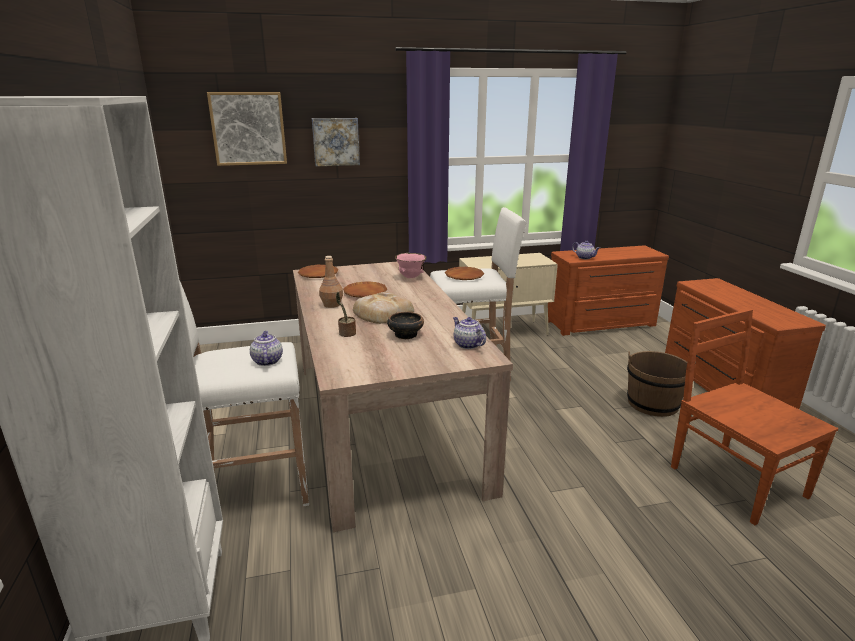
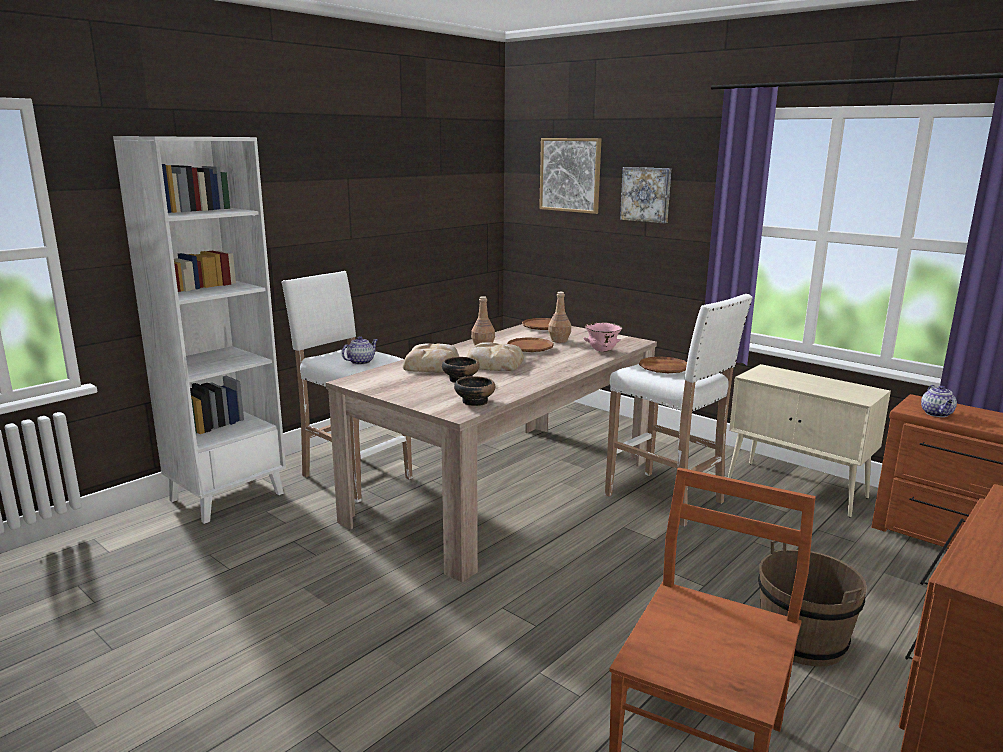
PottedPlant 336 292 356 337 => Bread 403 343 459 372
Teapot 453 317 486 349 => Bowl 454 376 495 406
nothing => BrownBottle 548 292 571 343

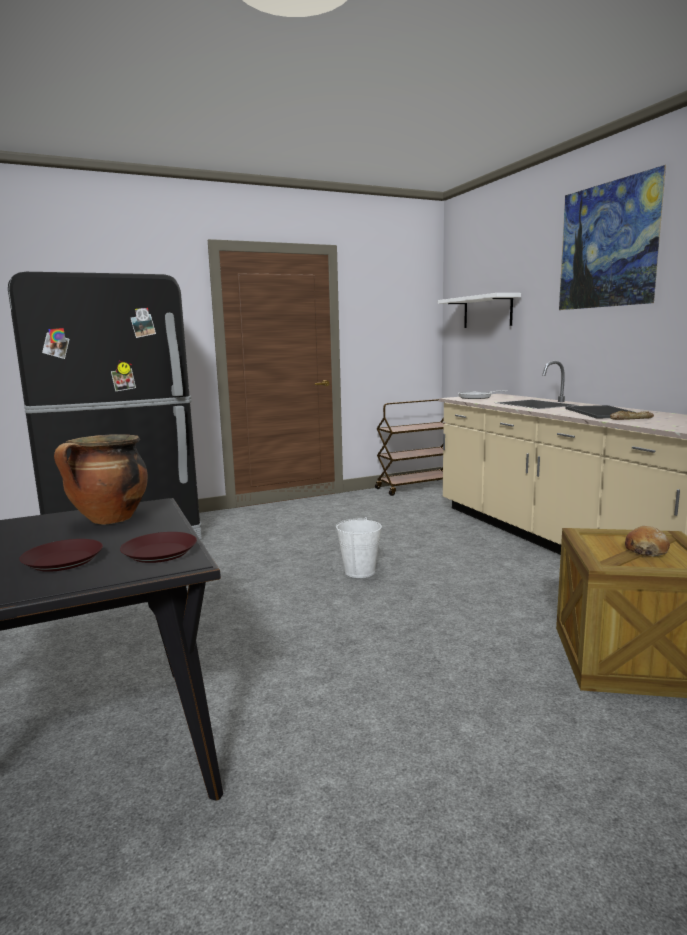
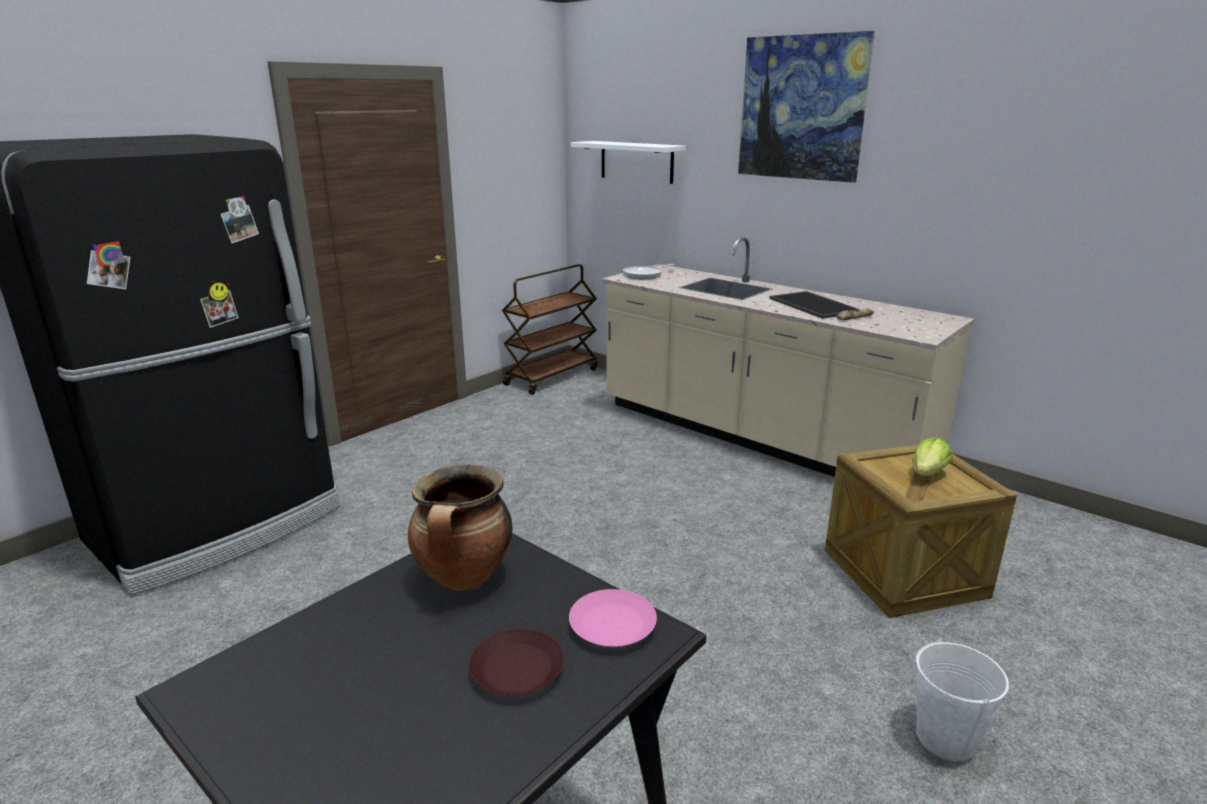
WhiteBucket 336 517 382 578 => WhiteBucket 916 638 1009 761, shifted
Bread 625 526 670 556 => Lettuce 912 437 953 476
BrownPlate 120 532 197 563 => PinkPlate 569 589 657 647

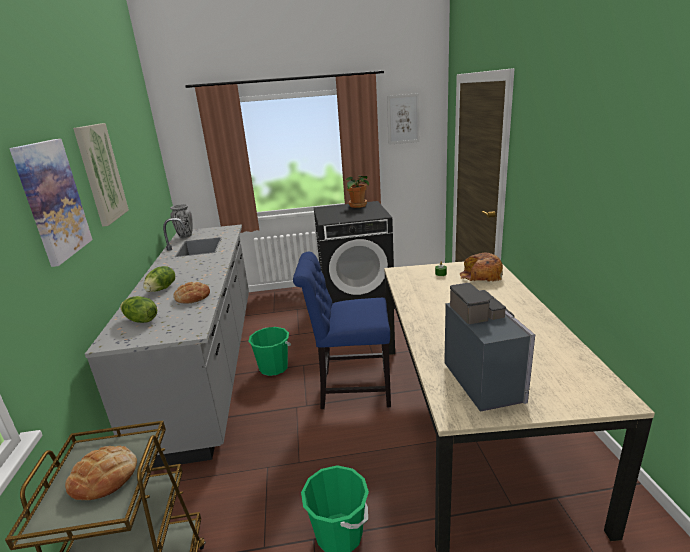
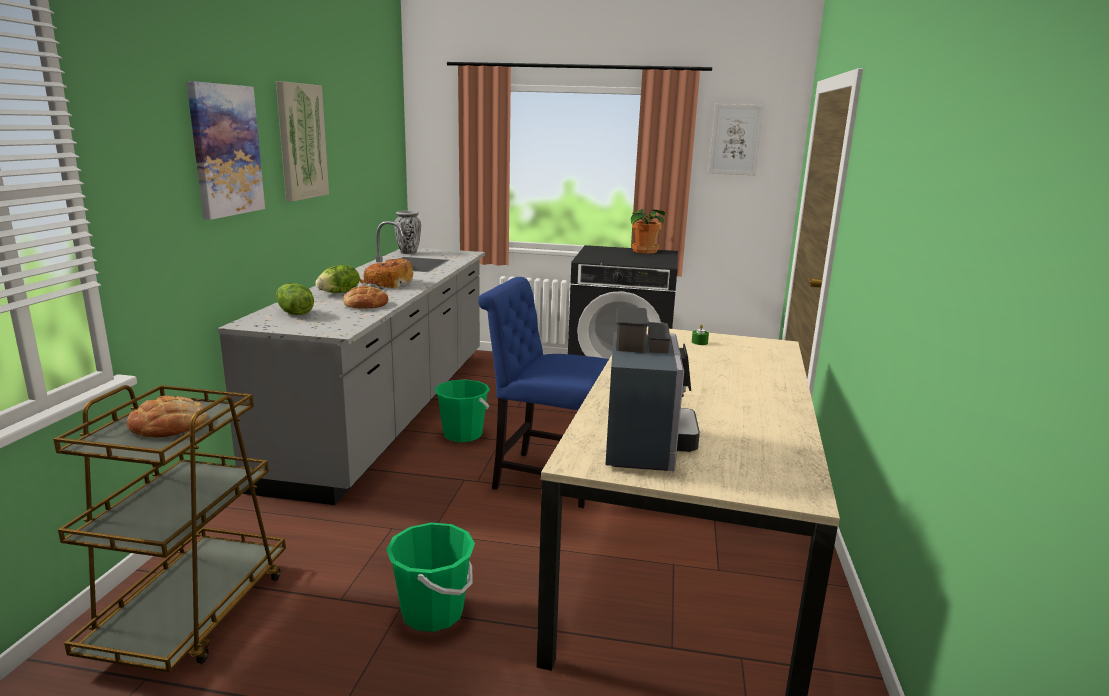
Bread 459 253 503 282 => Bread 359 258 413 288, shifted

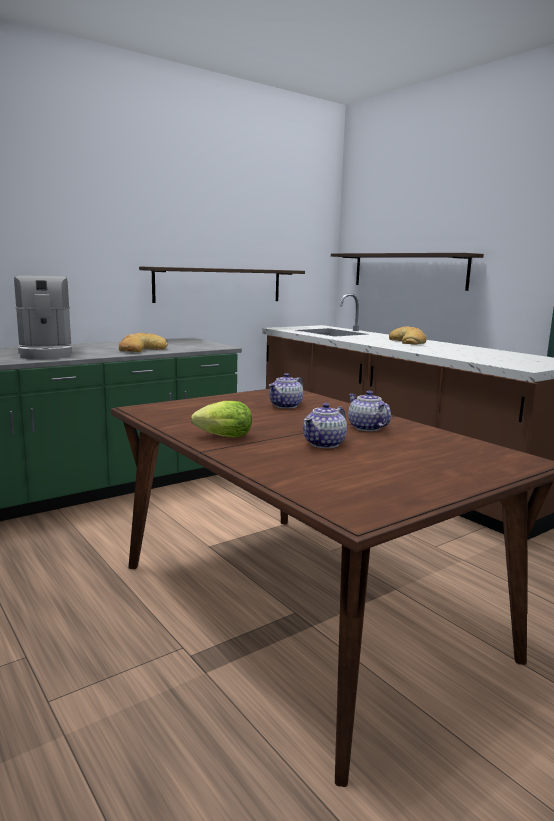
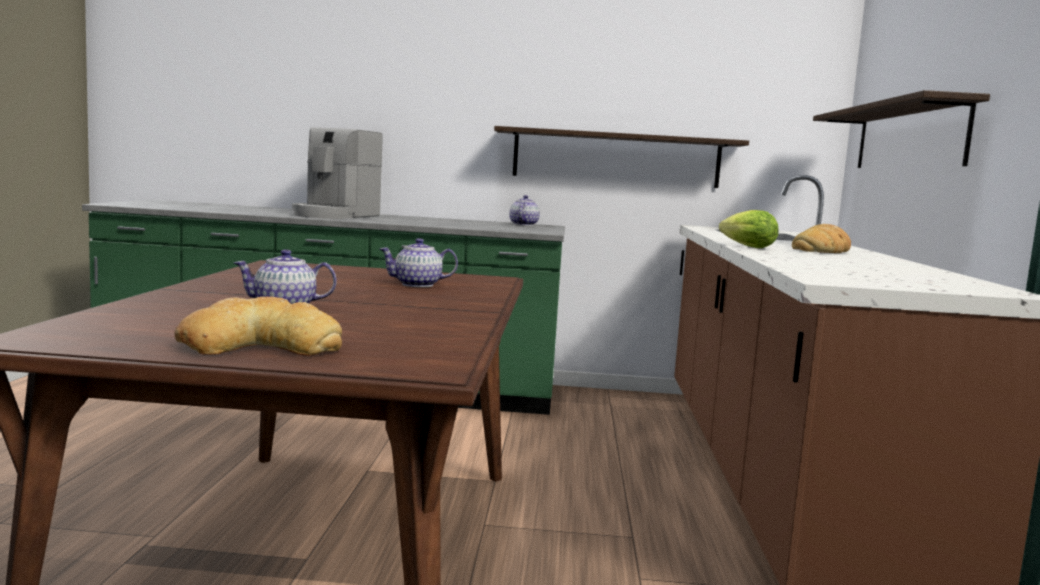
Bread 119 333 168 352 => Bread 174 296 342 356, shifted
Teapot 348 391 391 431 => Teapot 509 195 540 226, shifted
Lettuce 191 401 252 438 => Lettuce 719 210 778 248, shifted

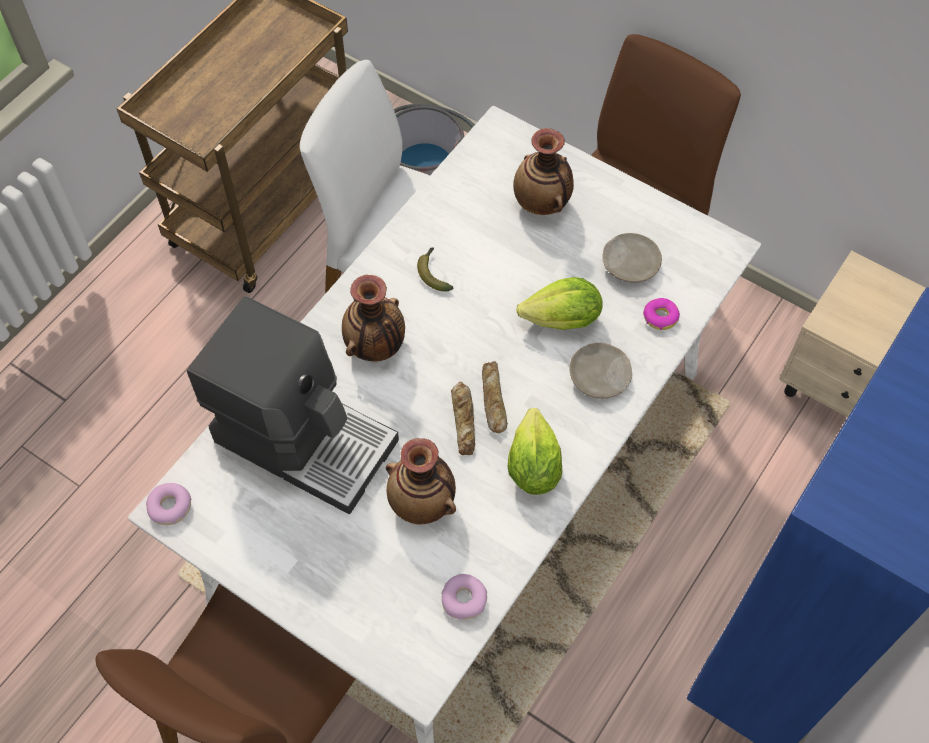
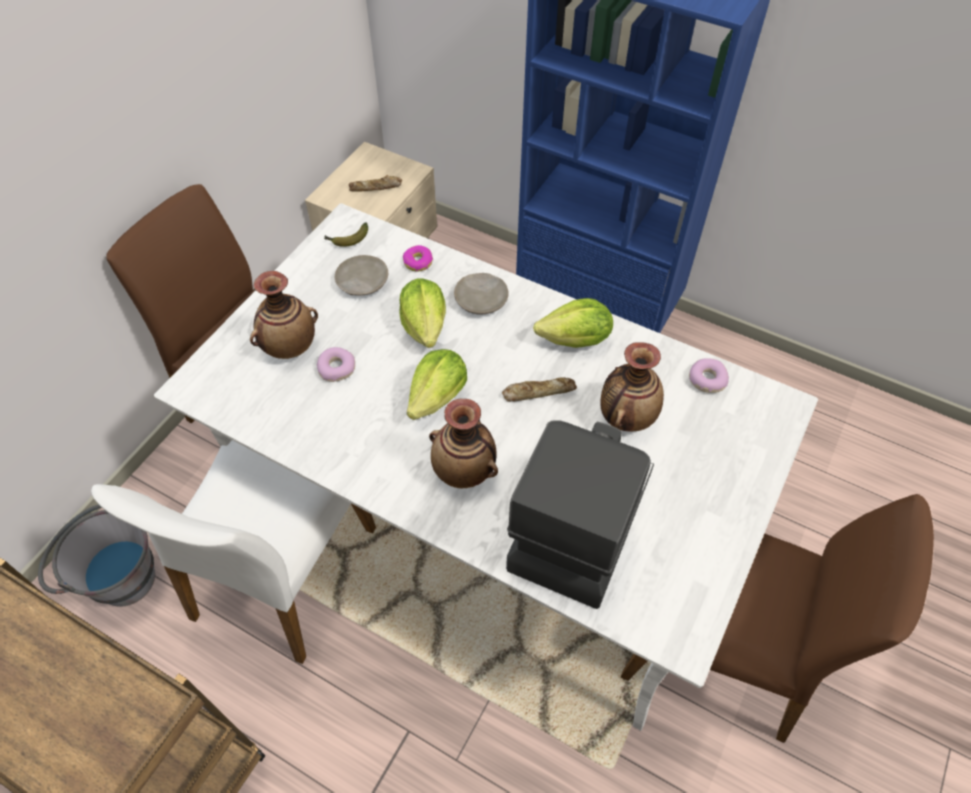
Banana 417 248 453 292 => Banana 324 222 368 247, shifted
Bread 482 361 508 433 => Bread 349 175 402 192, shifted
Donut 146 483 191 525 => Donut 317 347 355 382, shifted
nothing => Lettuce 407 349 467 420

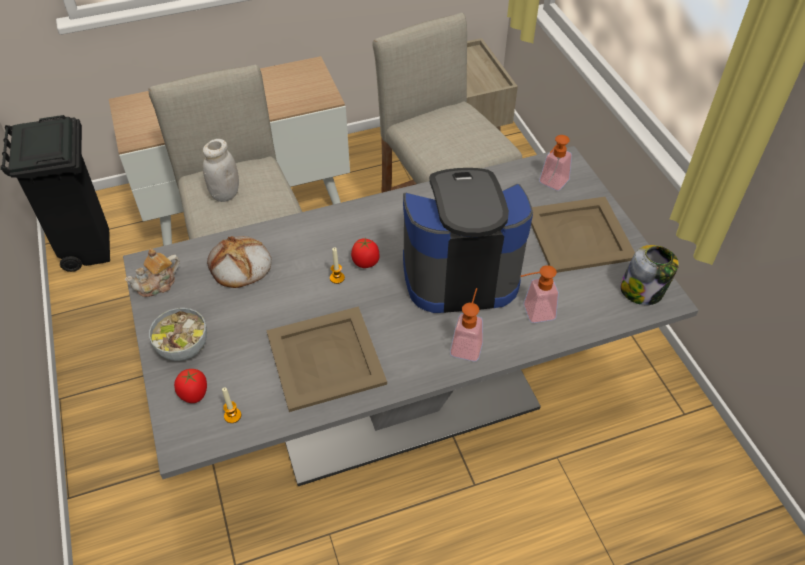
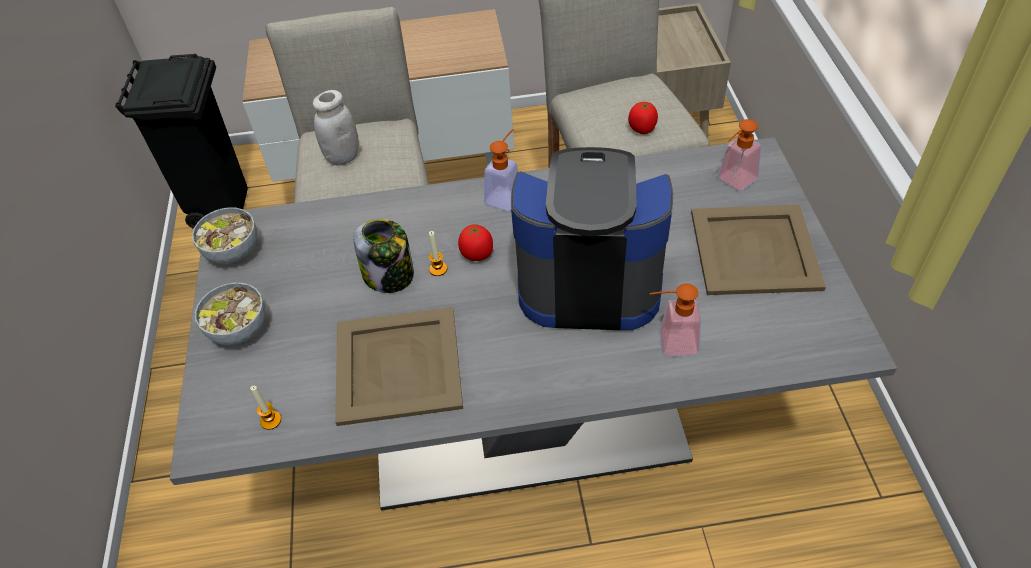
Bread 207 236 272 288 => nothing
Jar 620 245 679 305 => Jar 353 219 414 293, shifted
Teapot 125 249 180 297 => Bowl 192 207 257 265
SoapDispenser 450 288 483 362 => SoapDispenser 484 129 518 211, shifted
Tomato 174 369 207 403 => Tomato 628 102 658 134, shifted

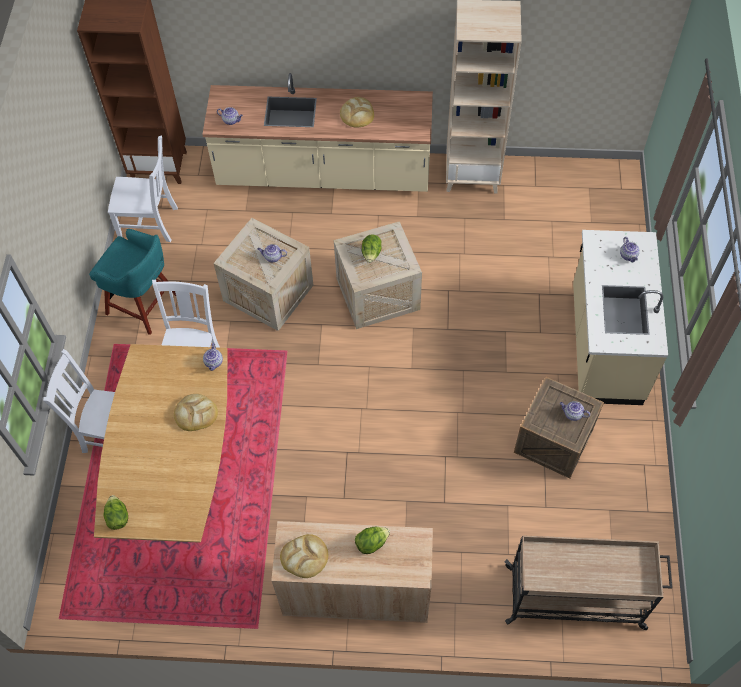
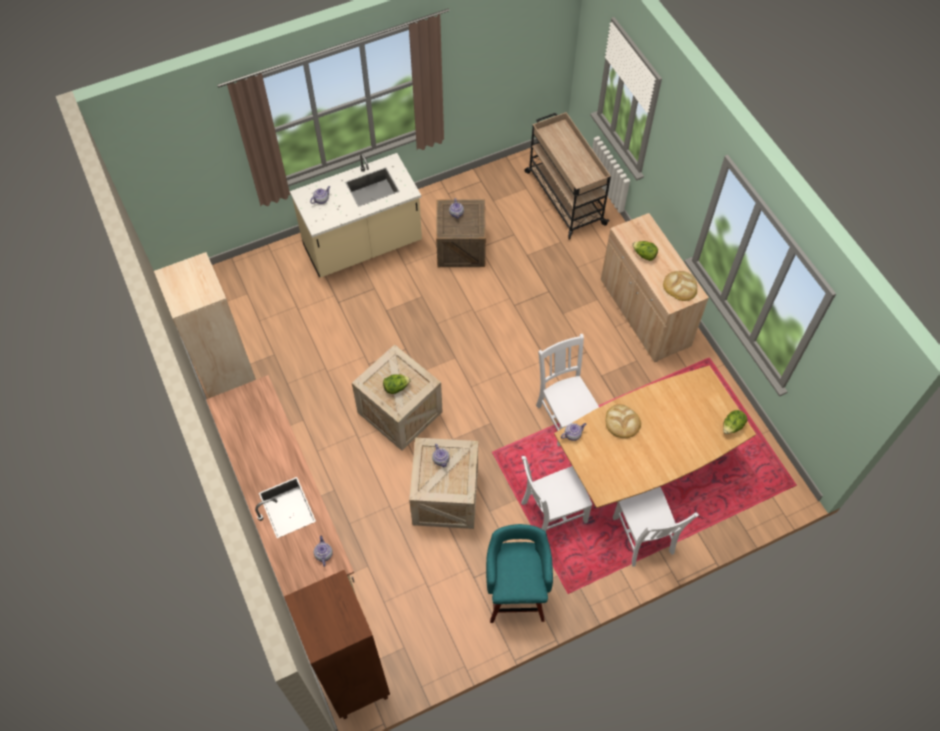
Bread 340 97 374 127 => nothing
WhiteChair 108 135 178 242 => WhiteChair 536 334 599 446, shifted

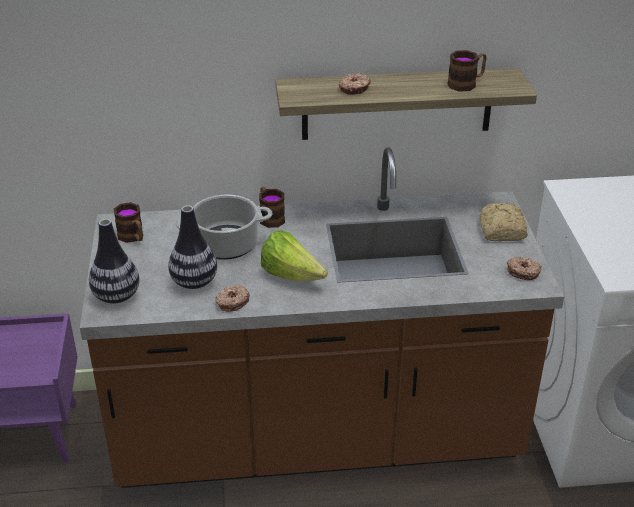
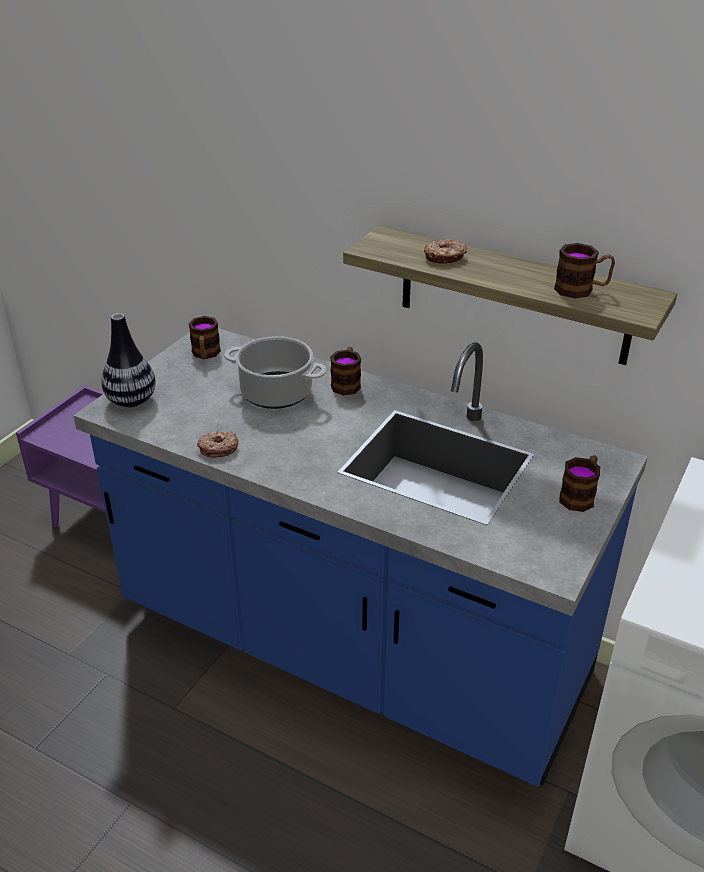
BrownCounter 80 147 564 488 => BlueCounter 73 328 648 787
Bread 480 203 528 241 => Mug 559 455 600 512
Vase 168 205 217 289 => nothing
Lettuce 261 230 328 281 => nothing
Donut 507 256 542 280 => nothing

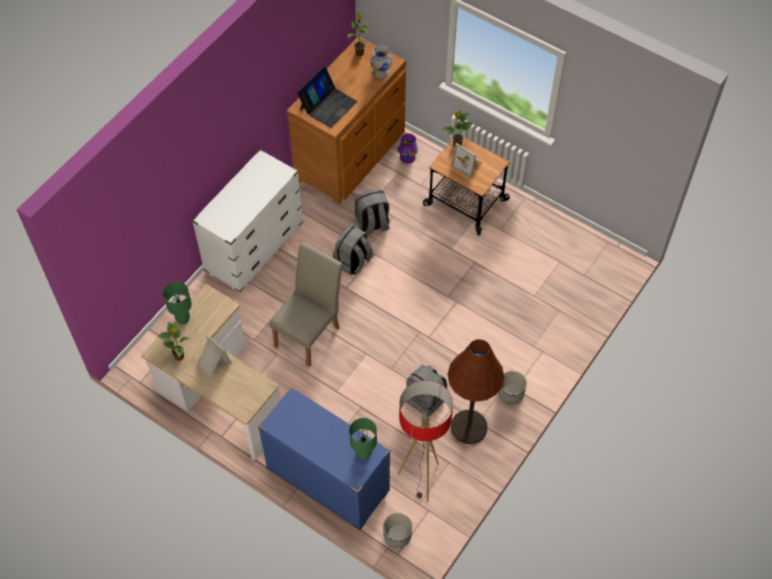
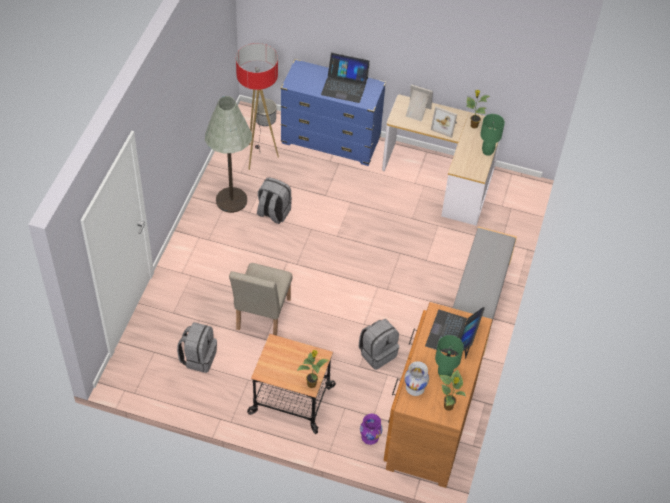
PictureFrame 451 143 482 178 => PictureFrame 406 84 433 122, shifted
WhiteDresser 192 149 303 293 => GreyBench 453 226 517 356
GreyBackpack 332 225 373 275 => GreyBackpack 177 322 217 373, shifted
BeigeChair 270 242 343 367 => BeigeChair 229 263 292 336, shifted
BrownFloorLamp 448 339 504 444 => GreyFloorLamp 205 96 252 213
Planter 498 371 527 404 => nothing
GreenTableLamp 349 418 377 460 => GreenTableLamp 435 335 464 378, shifted
nothing => Laptop 321 53 370 103

